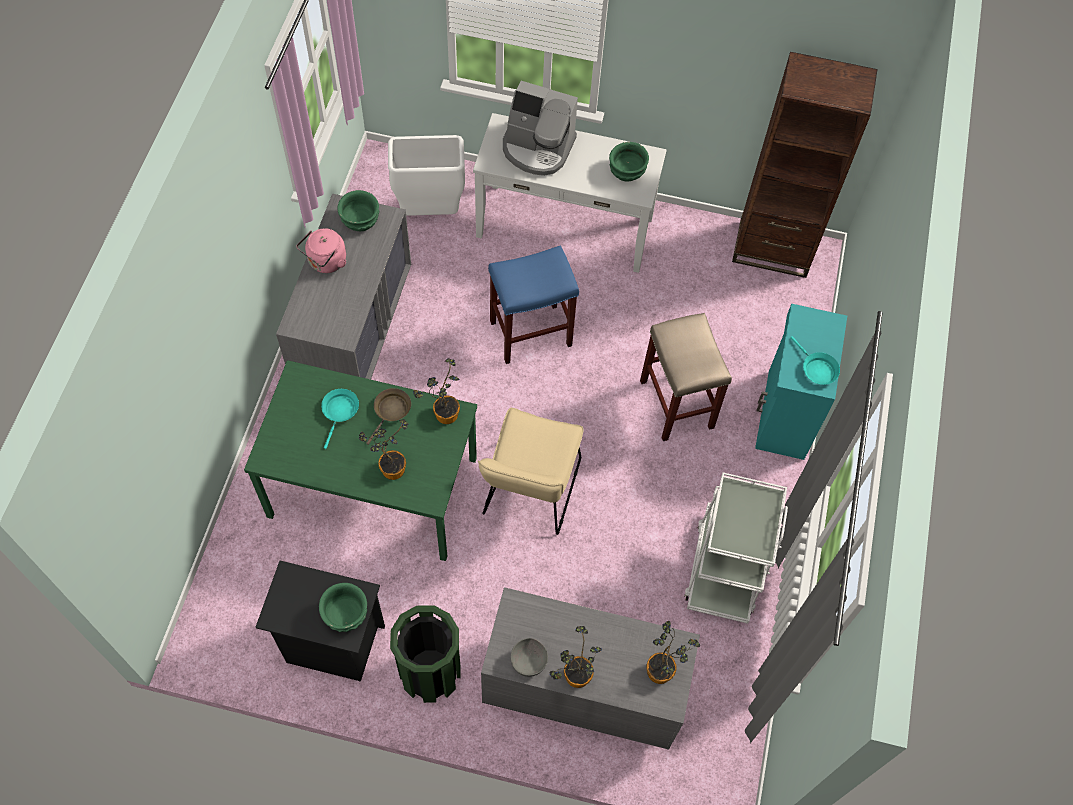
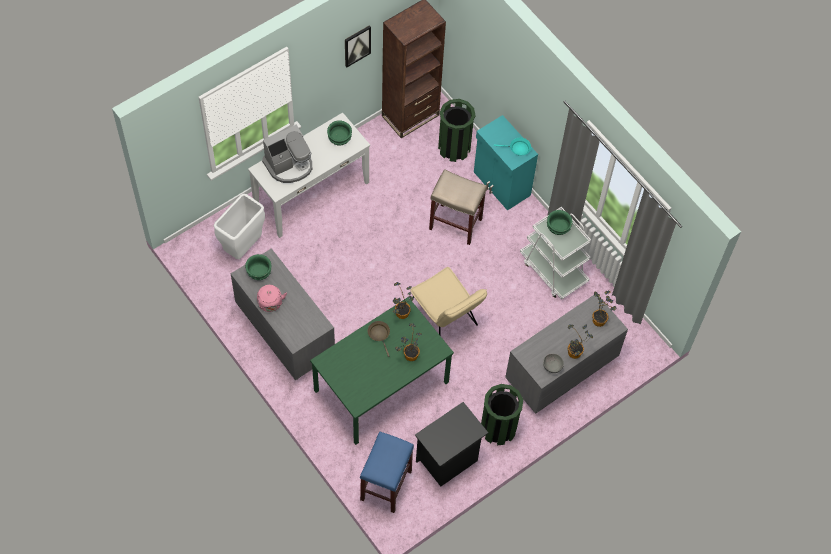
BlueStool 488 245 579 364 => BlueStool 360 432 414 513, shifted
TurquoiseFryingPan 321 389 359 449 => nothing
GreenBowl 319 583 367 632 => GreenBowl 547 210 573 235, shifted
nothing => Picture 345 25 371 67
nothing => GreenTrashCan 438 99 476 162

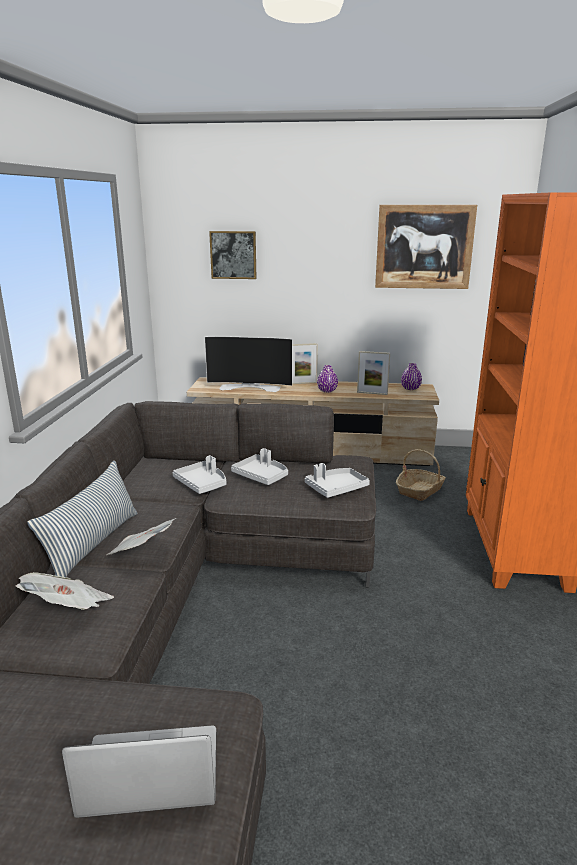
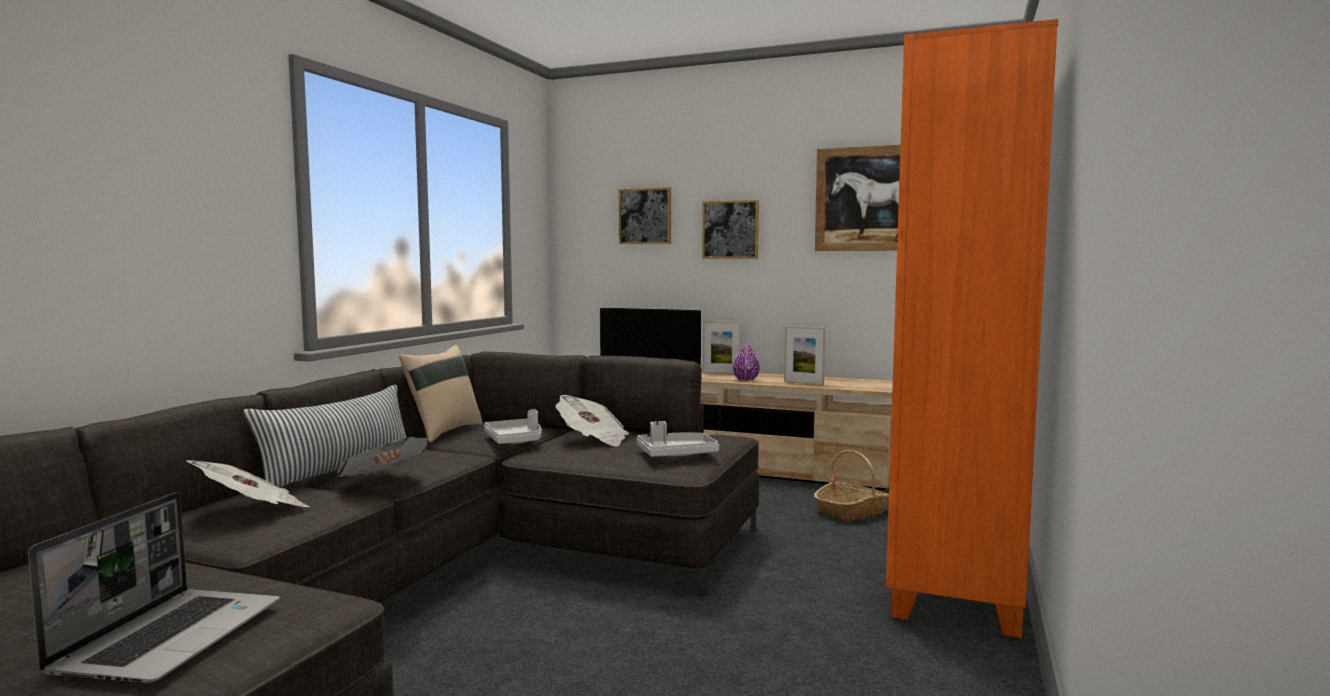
PurpleVase 401 363 422 390 => nothing
GreyTray 231 448 288 485 => Newspaper 555 395 629 446
Laptop 62 726 216 818 => Laptop 28 492 280 684, 90 degrees clockwise
nothing => Picture 702 200 759 259
nothing => BeigePillow 399 345 482 443

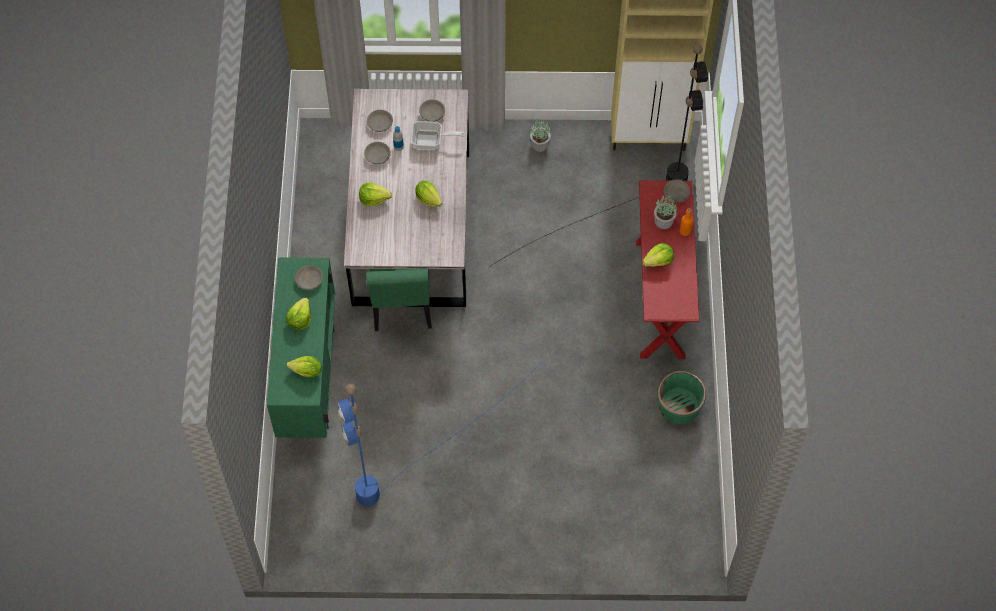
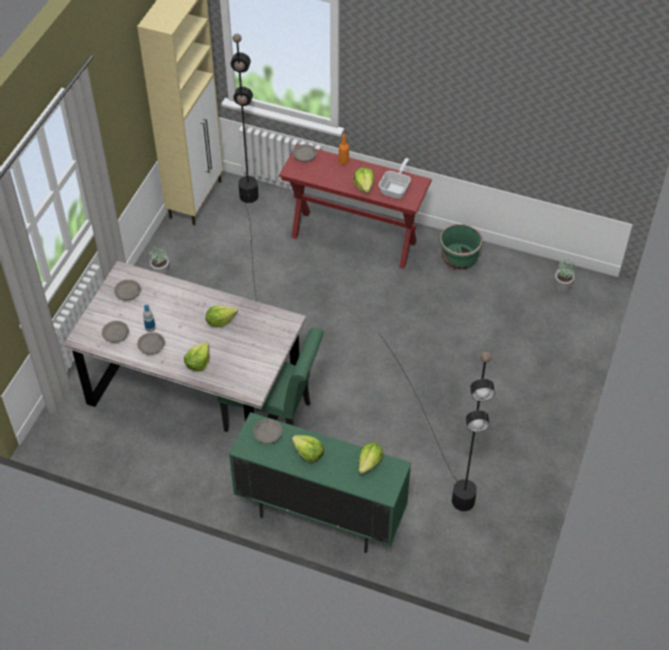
FryingPan 411 121 465 150 => FryingPan 379 158 411 199, shifted
PottedPlant 654 195 677 229 => PottedPlant 555 259 575 292, shifted
BlueFloorLamp 337 361 542 506 => BlackFloorLamp 379 334 495 511

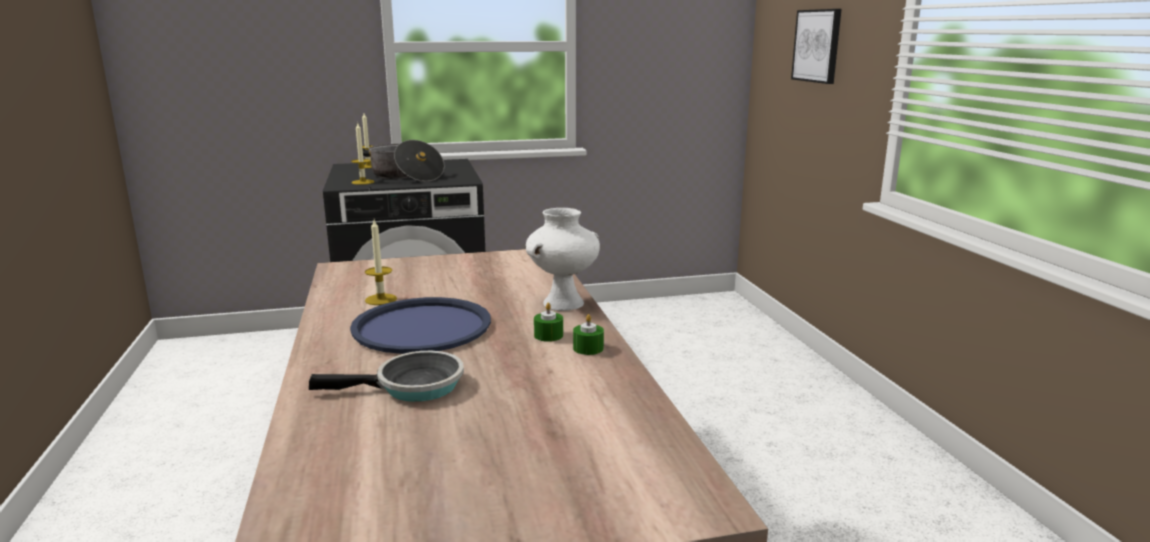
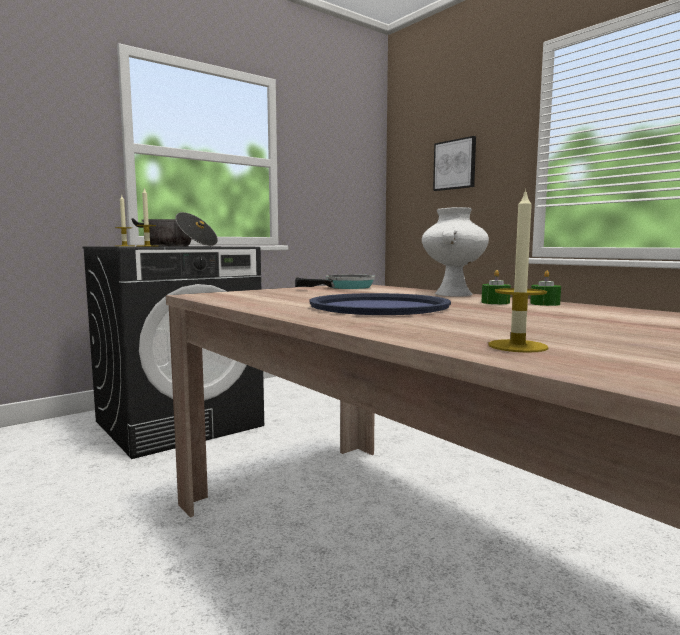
Candle 365 220 397 305 => Candle 488 188 549 353, shifted
FryingPan 309 351 464 402 => FryingPan 295 274 375 289, shifted

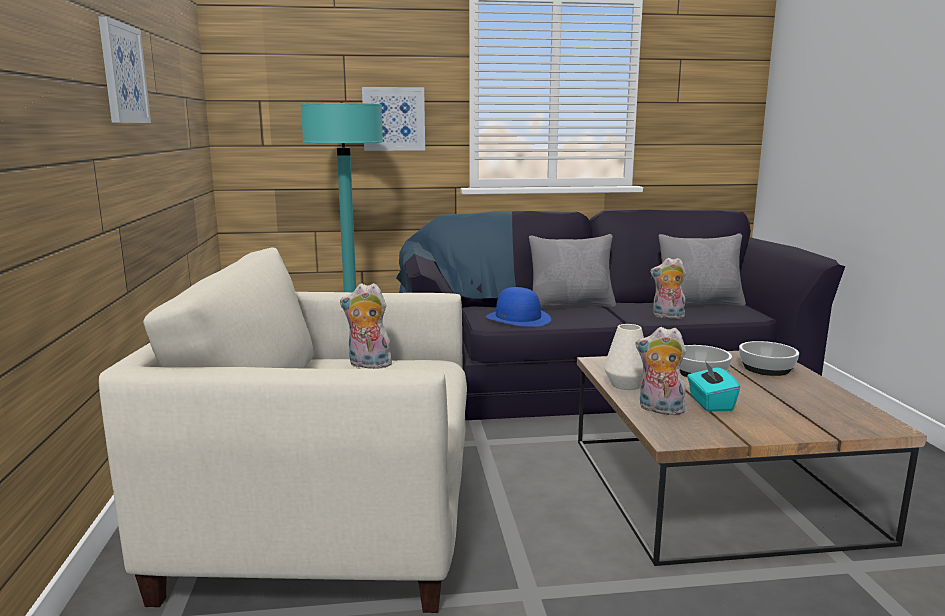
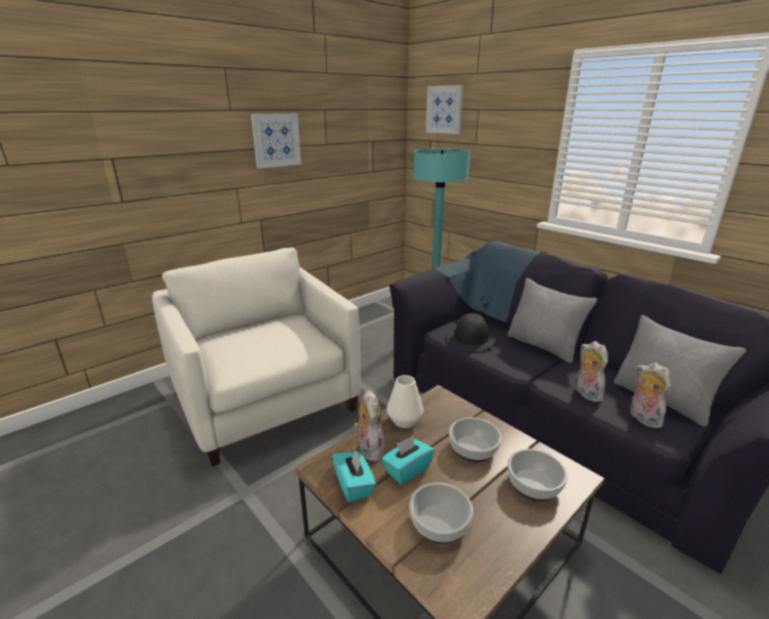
Picture 362 87 425 151 => Picture 426 85 464 134, shifted
PlushToy 340 283 392 369 => PlushToy 630 362 671 428, shifted
BlueHat 486 287 551 327 => BlackHat 447 313 497 352
nothing => TurquoiseTissueBox 332 449 376 502
nothing => Bowl 409 482 473 544

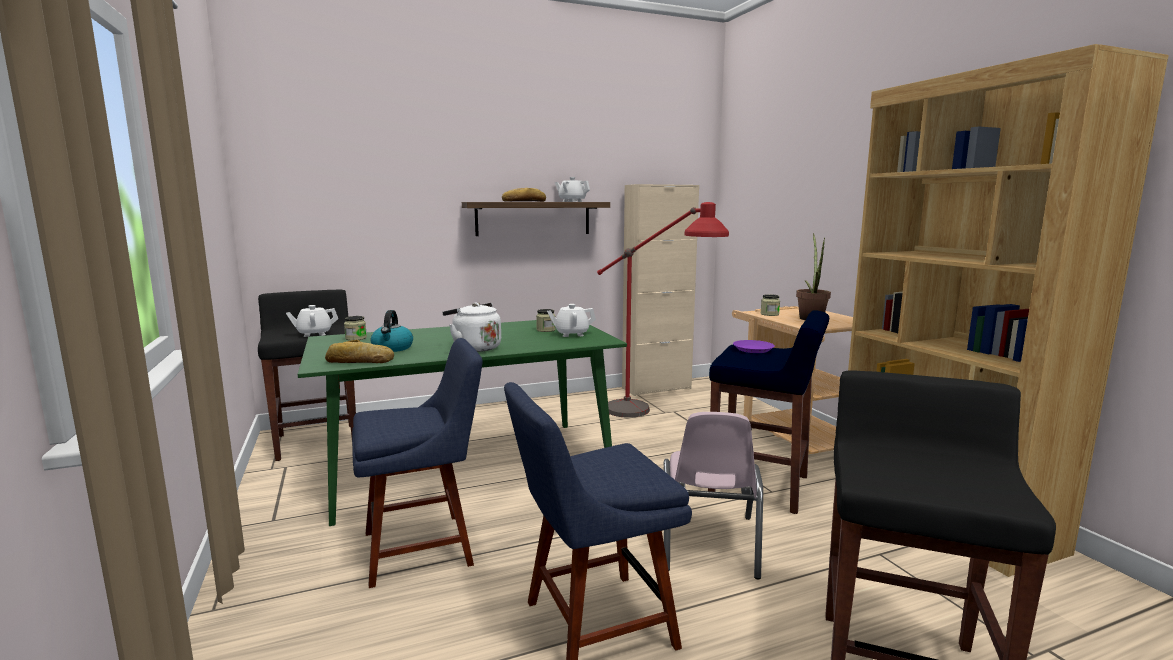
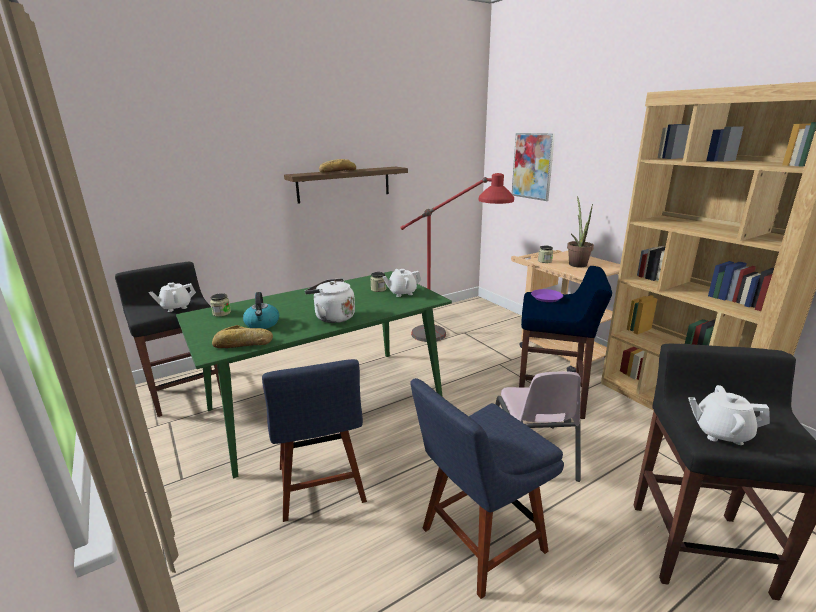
WhiteTeapot 555 177 590 202 => WhiteTeapot 688 385 770 445, shifted
BeigeCabinet 622 184 699 396 => nothing
BlueChair 352 338 483 588 => BlueChair 262 359 367 522, 105 degrees clockwise
nothing => Picture 512 133 555 201

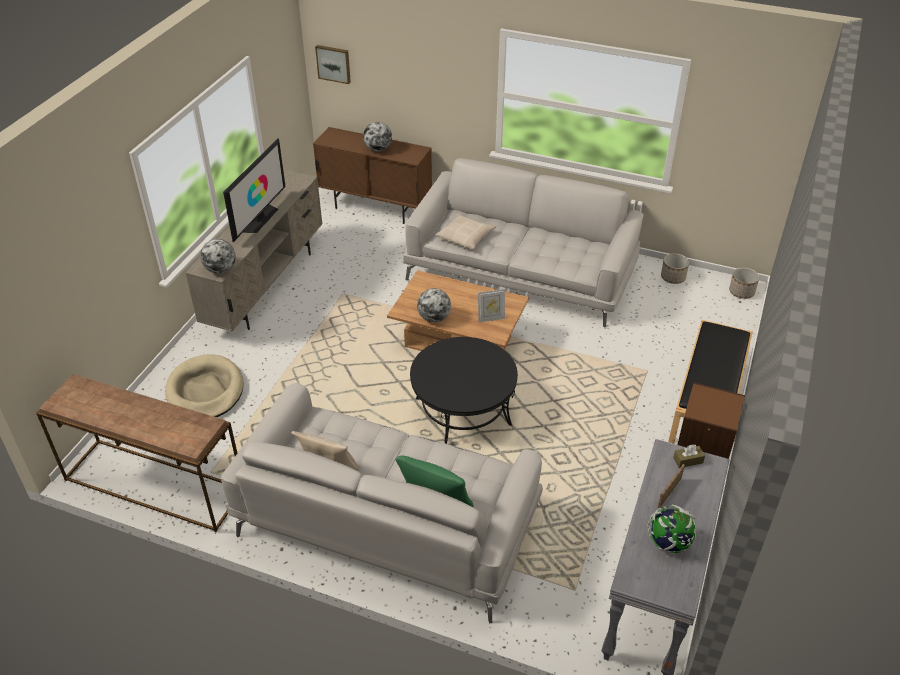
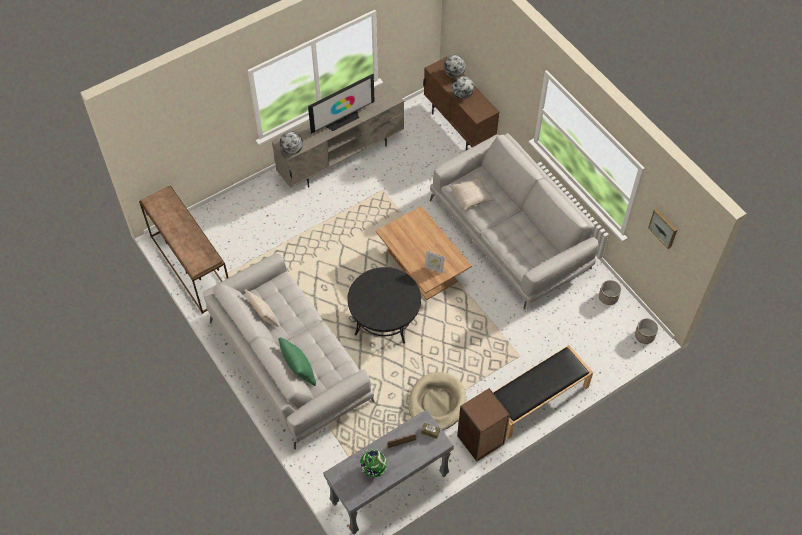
Picture 315 45 351 84 => Picture 648 209 677 249, shifted
Globe 417 288 451 323 => Globe 443 55 466 78, shifted
BeigeDogBed 165 354 243 417 => BeigeDogBed 408 372 466 430, shifted

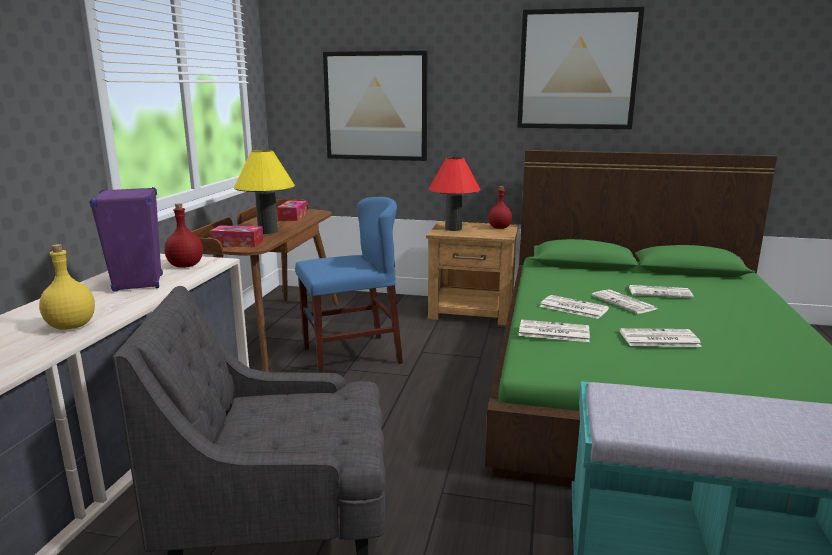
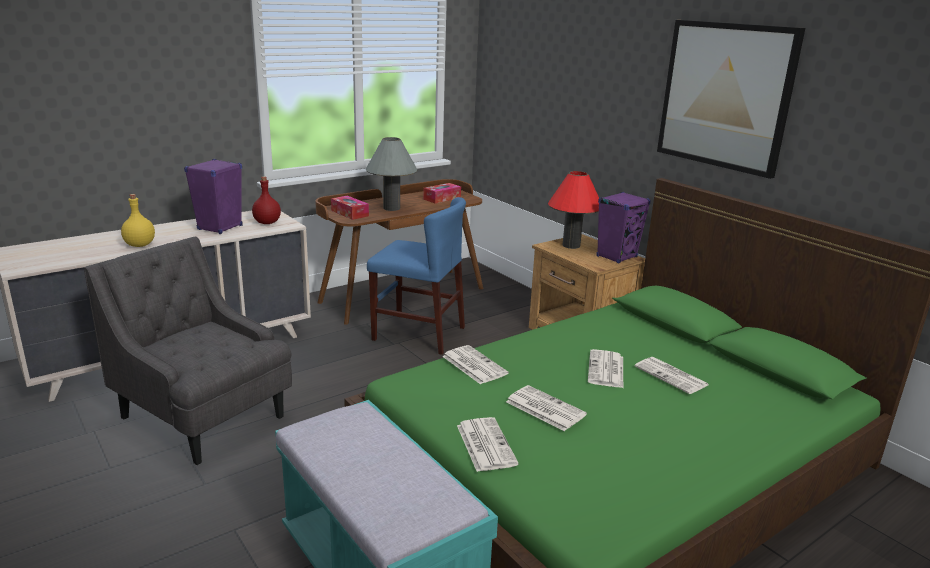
Picture 323 51 427 161 => nothing
YellowTableLamp 234 150 295 234 => GreyTableLamp 366 137 417 211
RedBottle 488 186 512 229 => PurpleSpeaker 597 192 651 263
Newspaper 539 295 609 319 => Newspaper 457 417 518 472, shifted

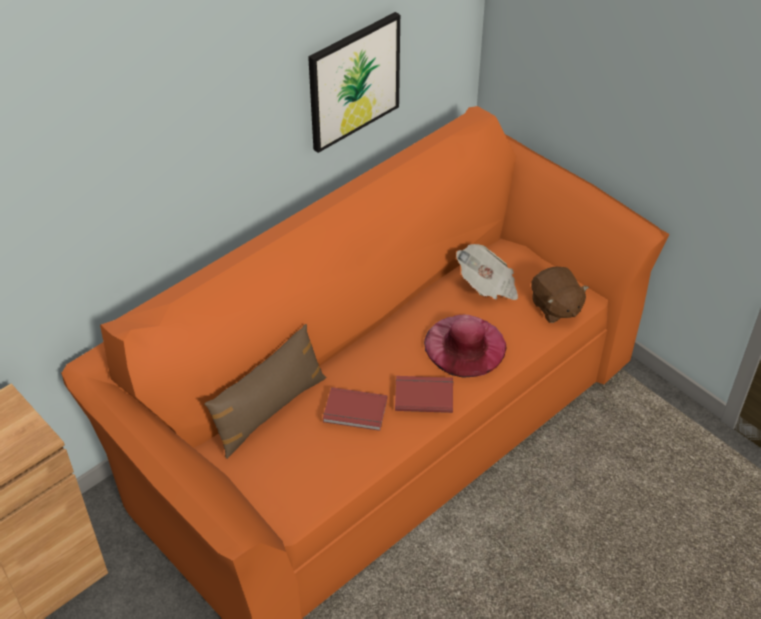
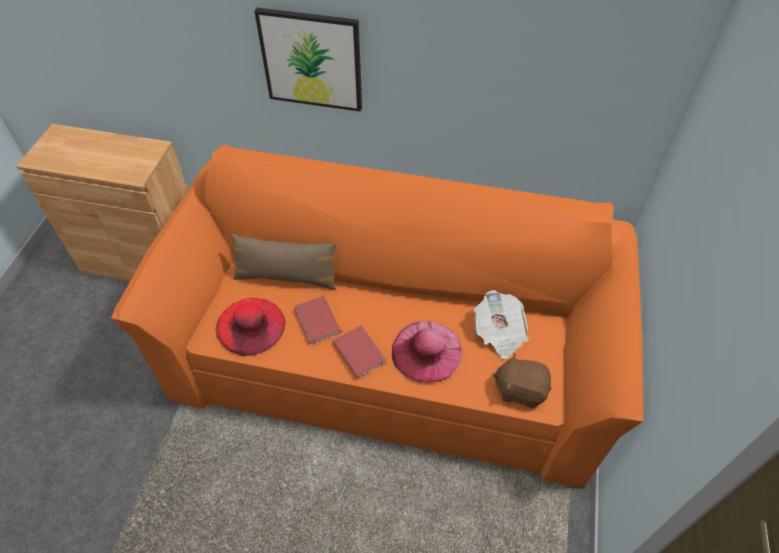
Picture 308 12 400 153 => Picture 254 8 362 112, shifted
BrownPlushToy 531 267 589 323 => BrownPlushToy 492 353 551 408, 75 degrees clockwise
nothing => RedHat 216 298 285 356

